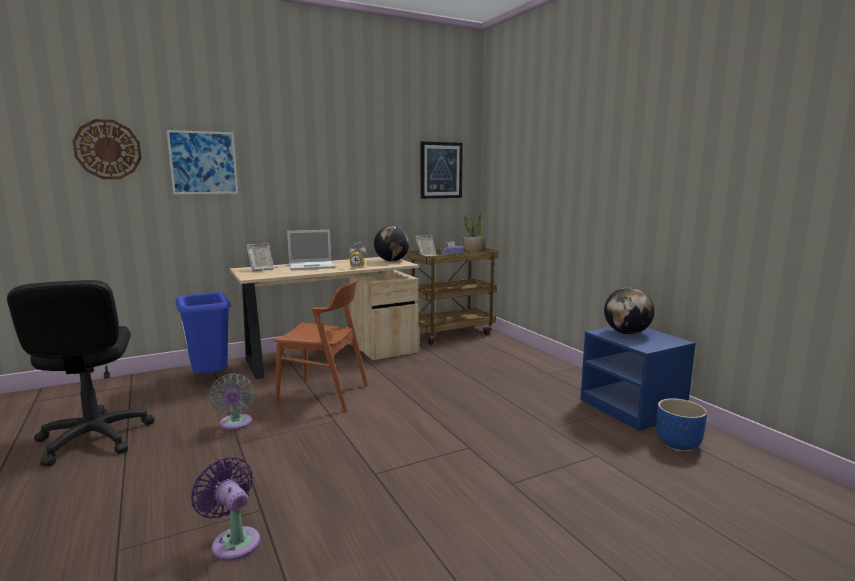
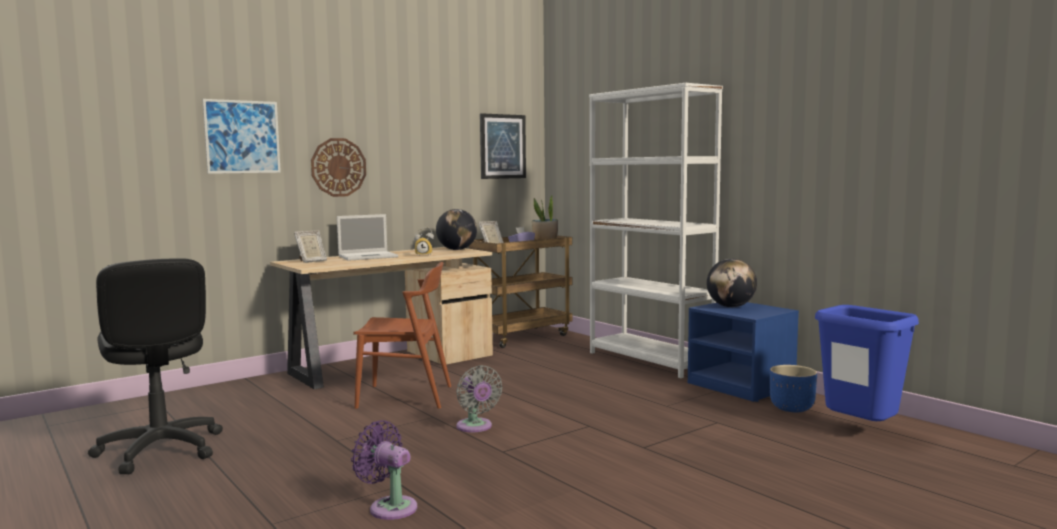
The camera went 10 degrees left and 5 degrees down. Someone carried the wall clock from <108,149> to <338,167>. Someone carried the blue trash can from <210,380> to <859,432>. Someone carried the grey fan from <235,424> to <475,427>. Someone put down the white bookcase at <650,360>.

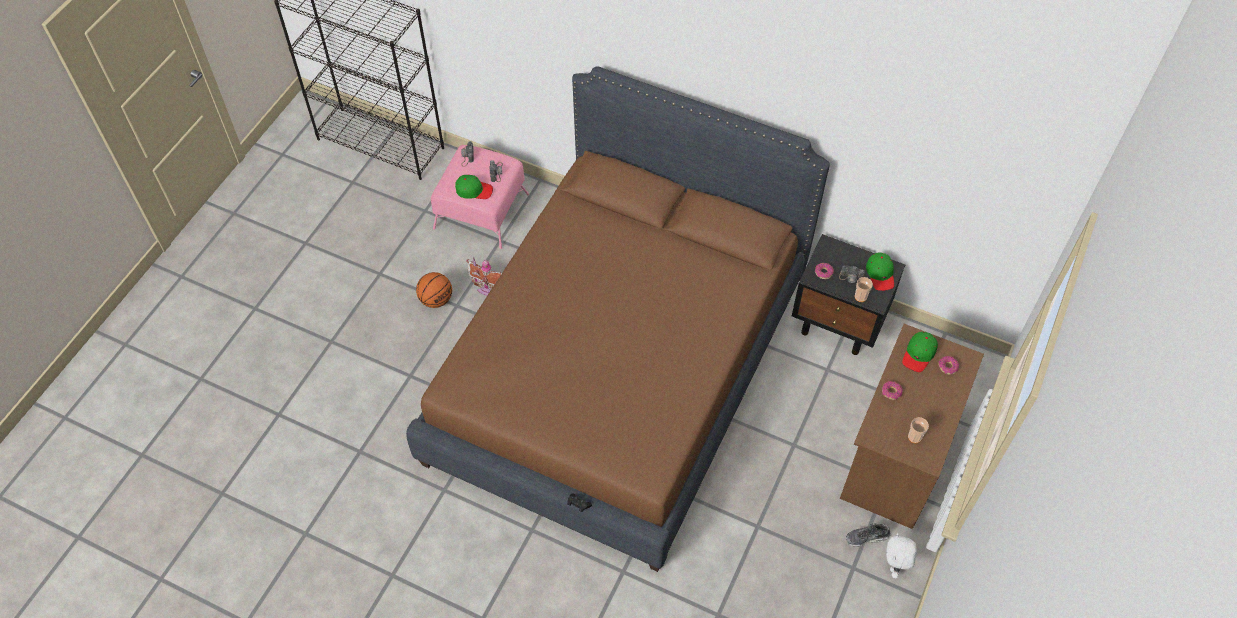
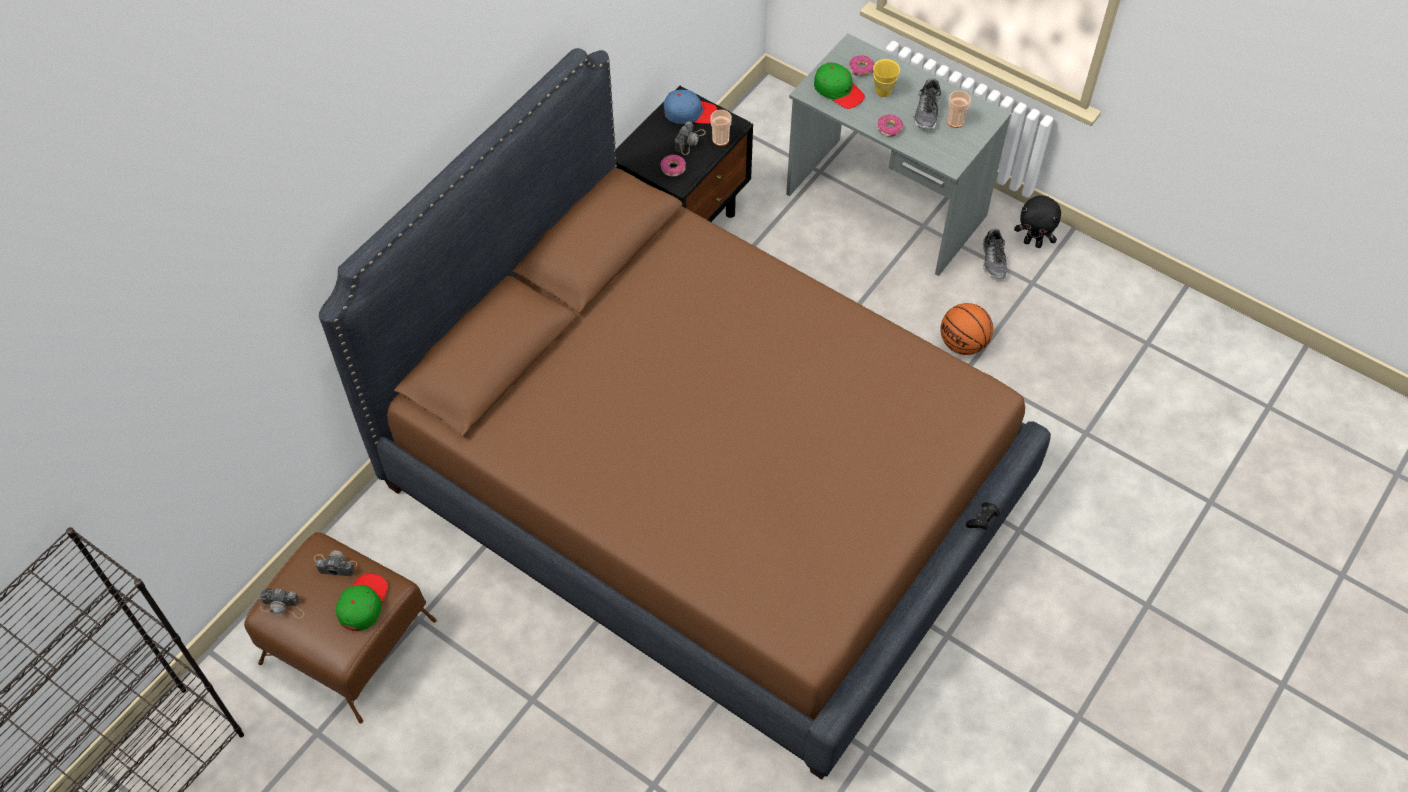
The camera went 80 degrees left and 0 degrees up. Someone carried the basketball from <436,300> to <963,344>. Someone repainted the pink ottoman at <482,210>, which became the brown ottoman at <347,640>. Someone took away the toy house at <487,287>. Someone repainted the brown desk at <896,454>, which became the grey desk at <885,207>. Someone repainted the green cap at <880,274>, which became the blue cap at <689,112>. Someone repainted the white plush toy at <894,566>, which became the black plush toy at <1033,243>. Someone put down the yellow cup at <883,92>. Someone put down the shoe at <927,112>.

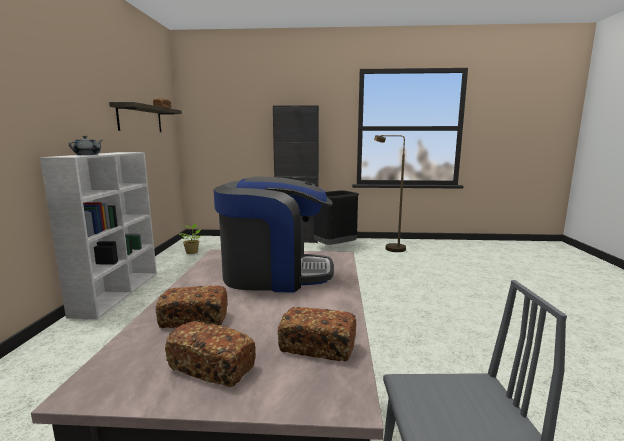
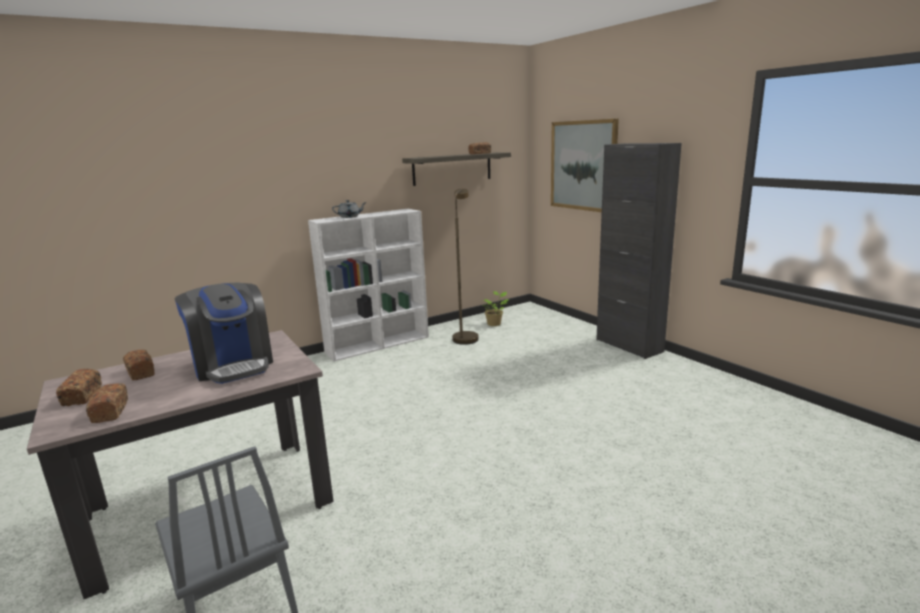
The camera went 55 degrees right and 5 degrees up. Someone took away the black trash can at <335,247>. Someone carried the brown floor lamp from <390,248> to <465,337>. Someone put up the picture at <583,165>.

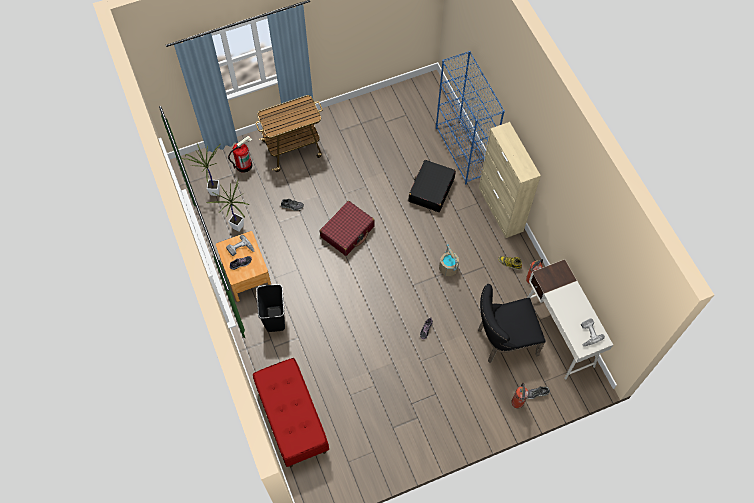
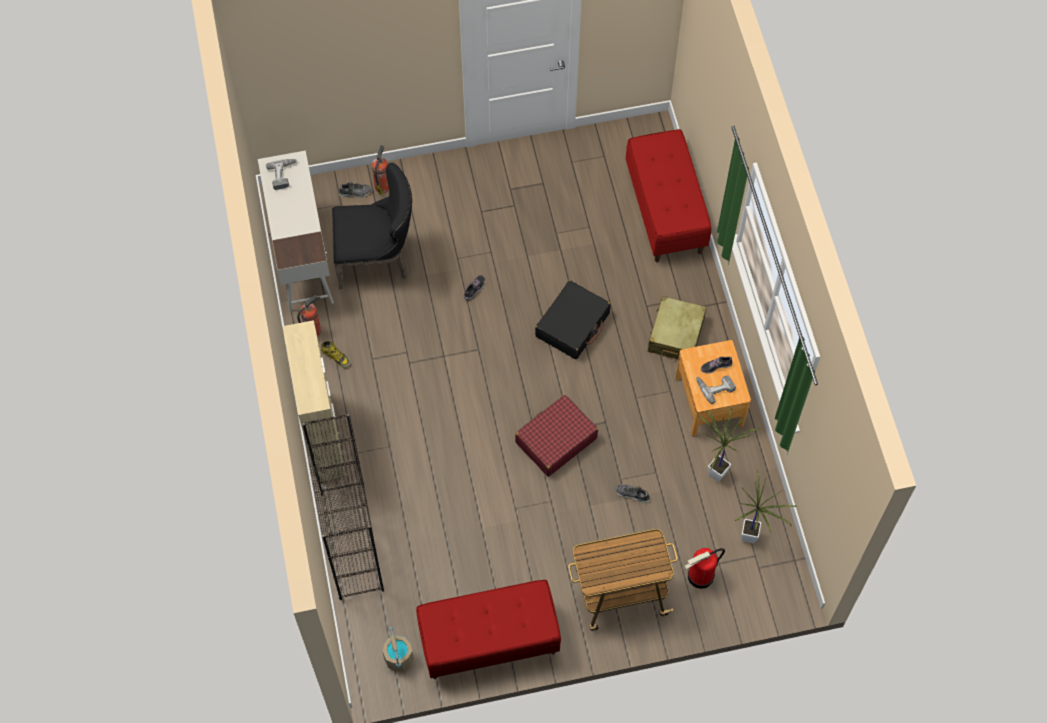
The camera went 170 degrees left and 0 degrees up. Someone swapped the black trash can at <274,319> for the beige suitcase at <676,335>. Someone carried the black suitcase from <431,190> to <573,325>. Someone repainted the blue bookcase at <463,151>, which became the black bookcase at <351,541>. Someone carried the beige bucket from <448,268> to <398,657>. Someone put down the red bench at <489,641>.

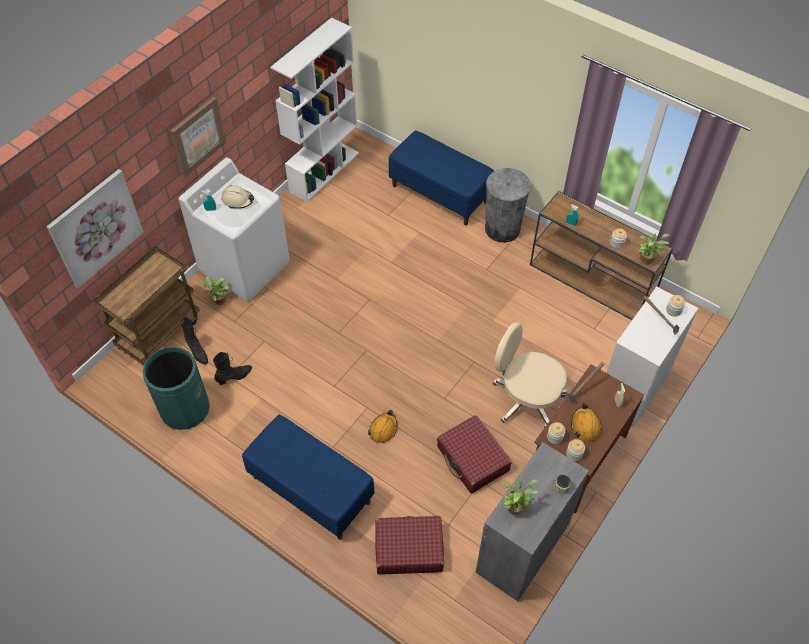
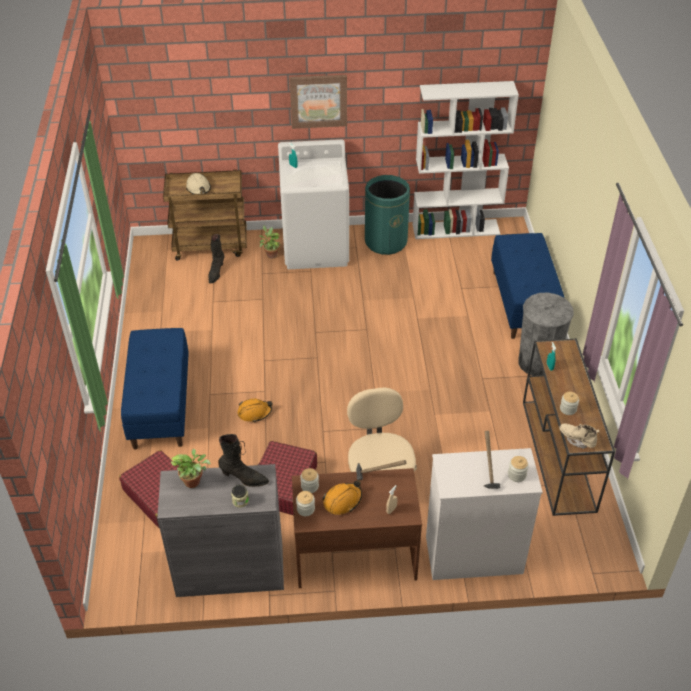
The camera went 50 degrees right and 10 degrees down. Someone took away the picture at <96,228>. Someone carried the green trash can from <185,409> to <386,241>. Someone carried the black boot from <234,377> to <244,478>. Someone carried the beige hard hat from <238,200> to <198,188>. Someone swapped the potted plant at <647,259> for the beige boot at <577,440>.

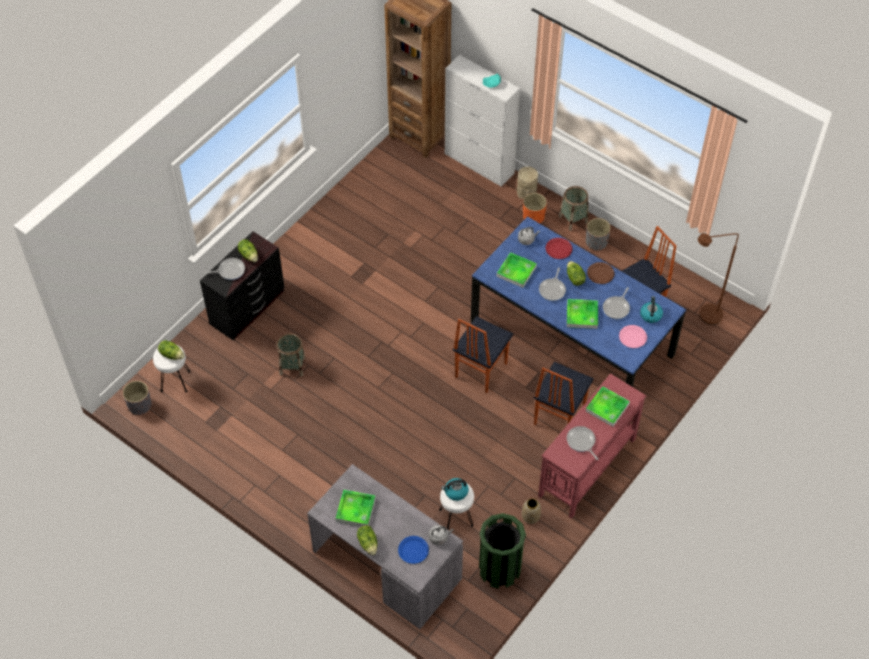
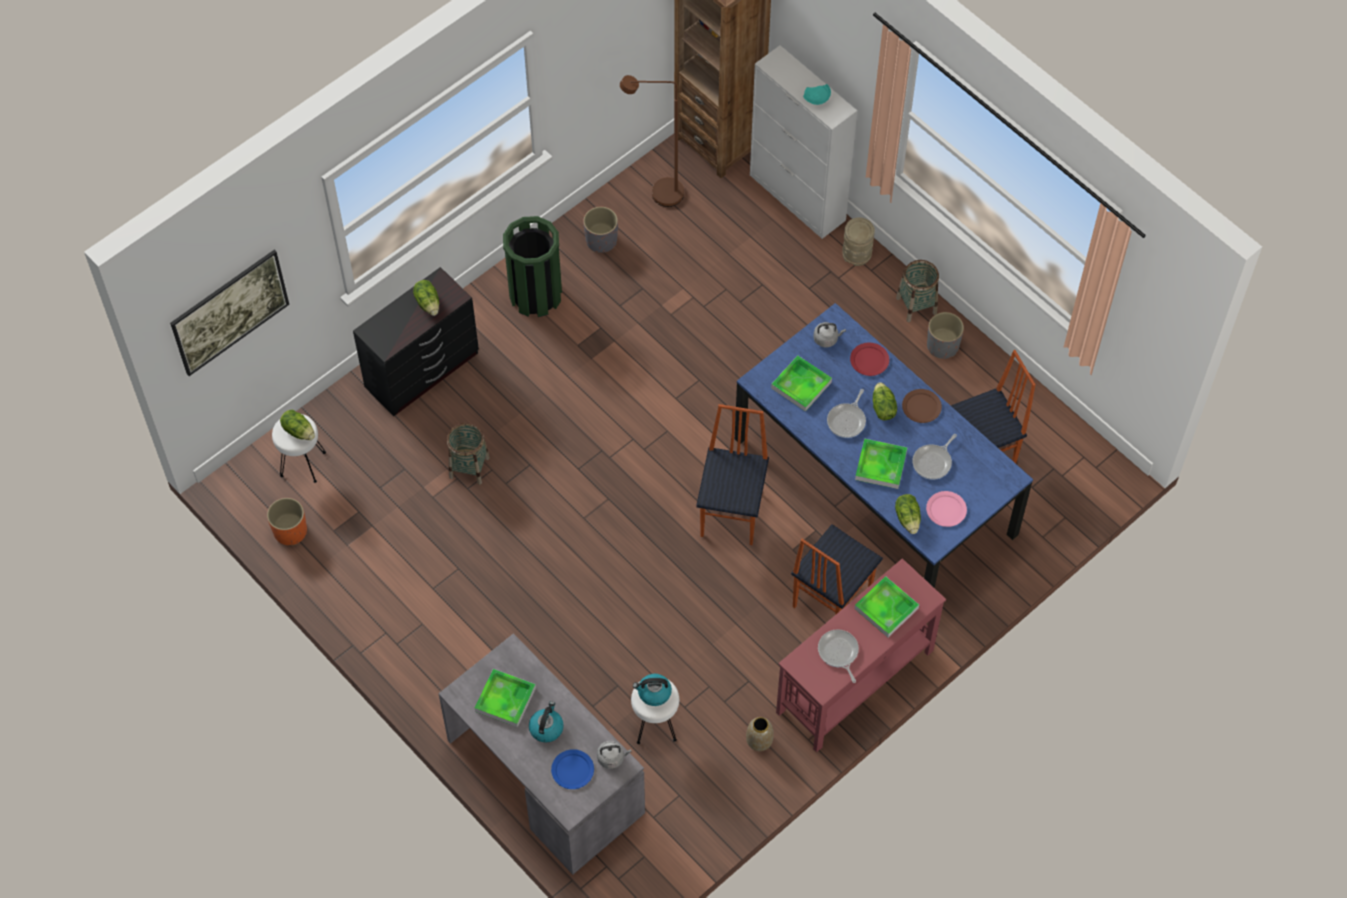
The camera went 10 degrees right and 5 degrees up. Someone carried the grey planter from <140,405> to <601,240>. Someone took away the frying pan at <230,270>. Someone carried the lettuce from <368,543> to <908,518>. Someone rotated the chair at <480,370> by 150 degrees clockwise. Someone carried the green trash can from <499,569> to <535,295>. Someone carried the orange planter from <533,217> to <290,531>. Someone carried the kettle from <650,315> to <546,728>. Someone carried the brown floor lamp from <704,316> to <658,193>. Someone put up the picture at <233,325>.

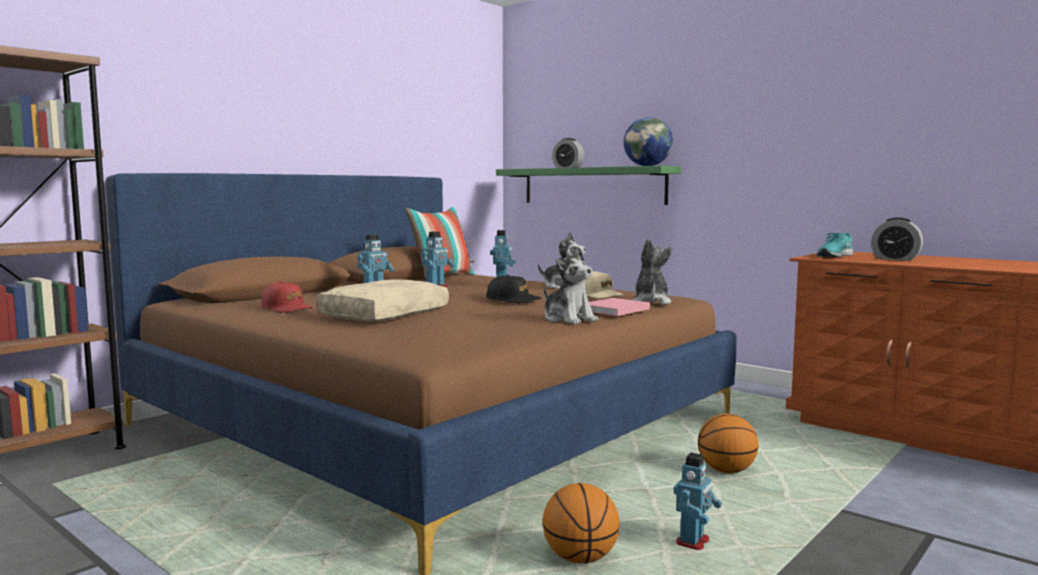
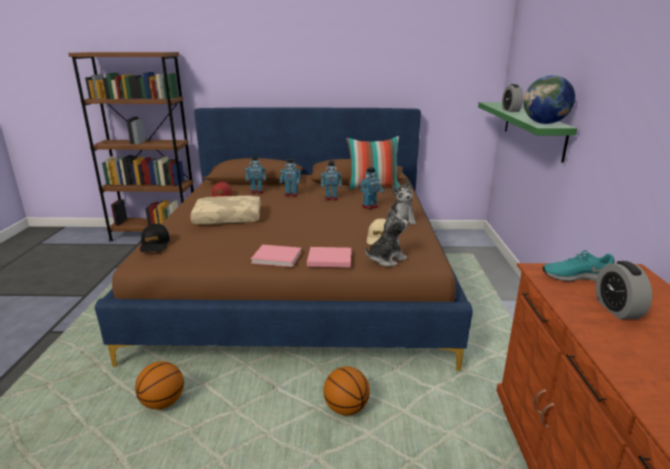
The camera went 50 degrees right and 15 degrees up. Someone carried the black cap from <513,300> to <155,244>. Someone swapped the plush toy at <568,319> for the pink book at <278,257>. Someone carried the toy robot from <693,543> to <256,192>.

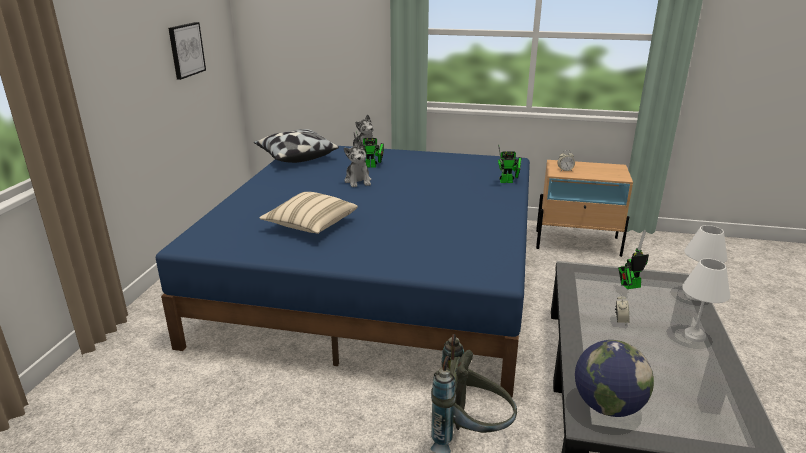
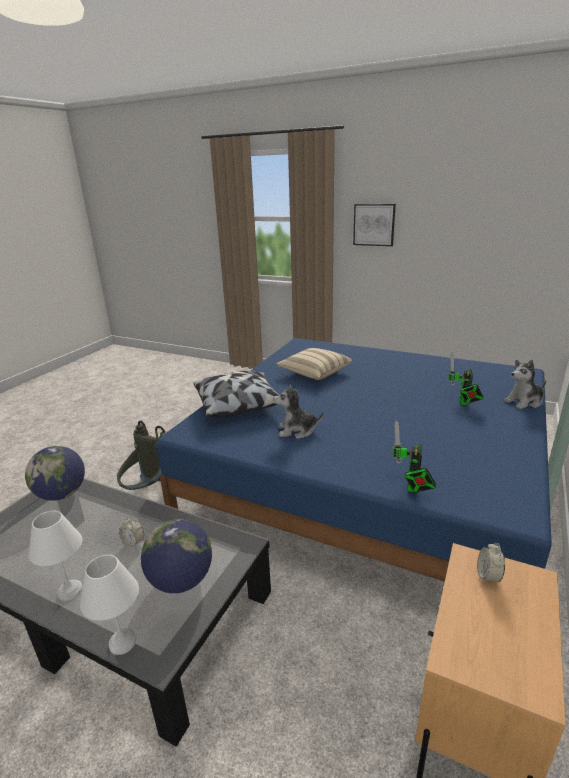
The camera went 105 degrees right and 0 degrees up. Someone carried the picture from <186,50> to <374,224>. Someone carried the pillow from <296,157> to <239,405>. Someone carried the plush toy from <358,181> to <297,430>. Someone swapped the toy robot at <629,286> for the globe at <181,580>.

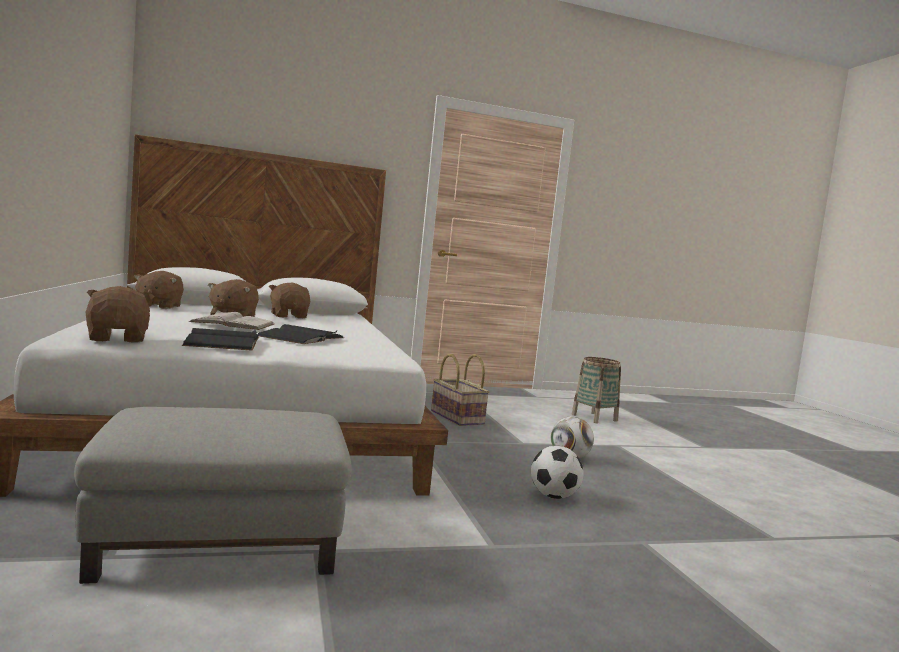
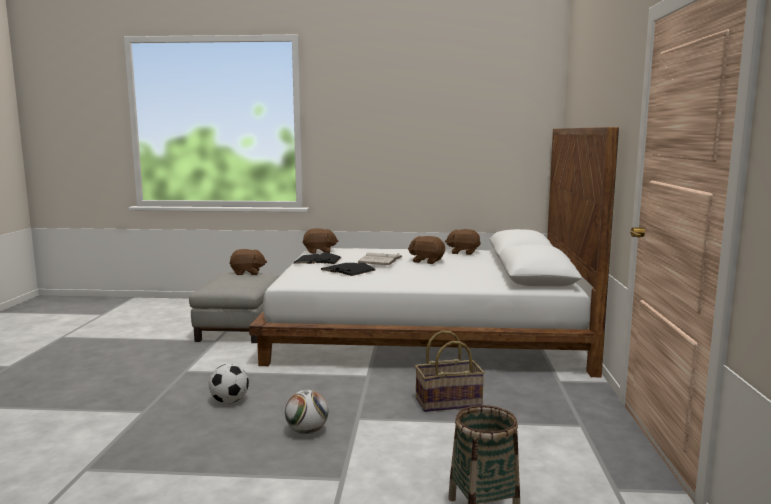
The camera went 110 degrees right and 5 degrees up. Someone carried the brown plush toy from <289,316> to <247,273>.

